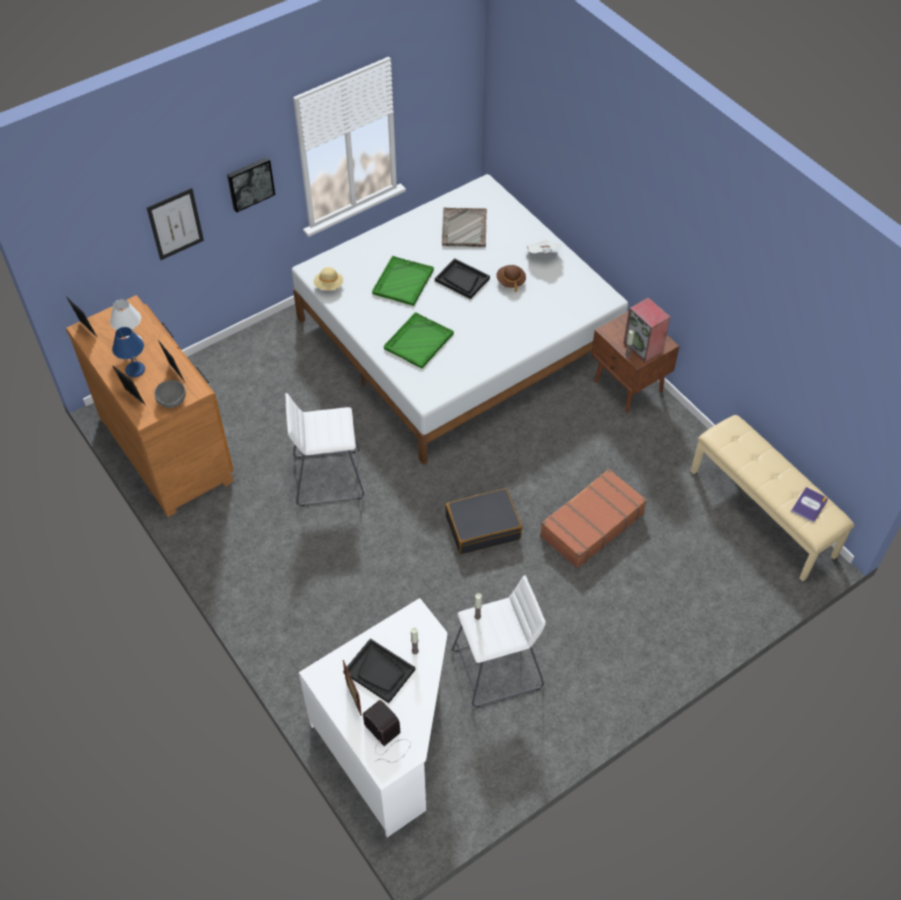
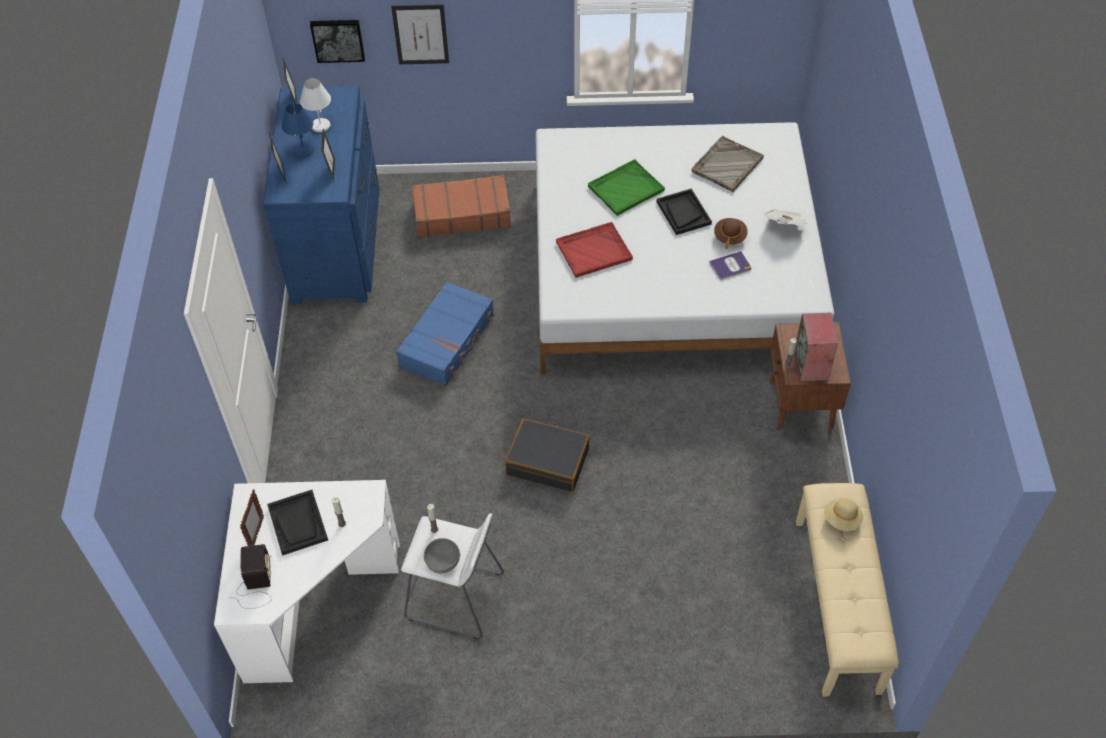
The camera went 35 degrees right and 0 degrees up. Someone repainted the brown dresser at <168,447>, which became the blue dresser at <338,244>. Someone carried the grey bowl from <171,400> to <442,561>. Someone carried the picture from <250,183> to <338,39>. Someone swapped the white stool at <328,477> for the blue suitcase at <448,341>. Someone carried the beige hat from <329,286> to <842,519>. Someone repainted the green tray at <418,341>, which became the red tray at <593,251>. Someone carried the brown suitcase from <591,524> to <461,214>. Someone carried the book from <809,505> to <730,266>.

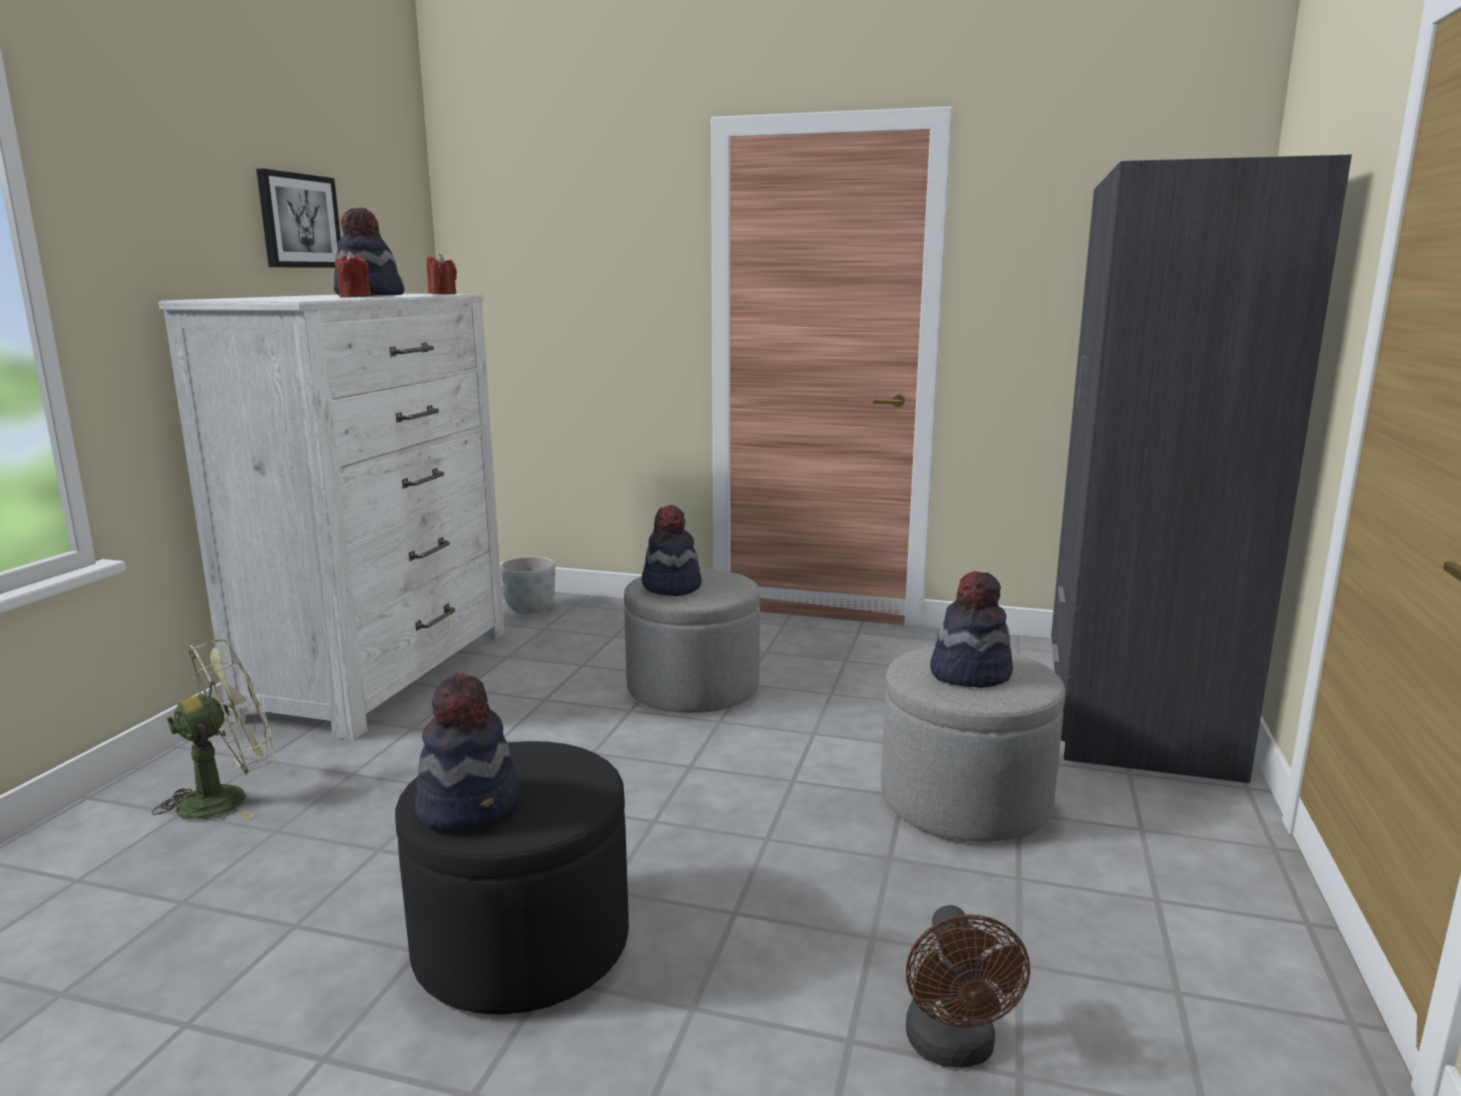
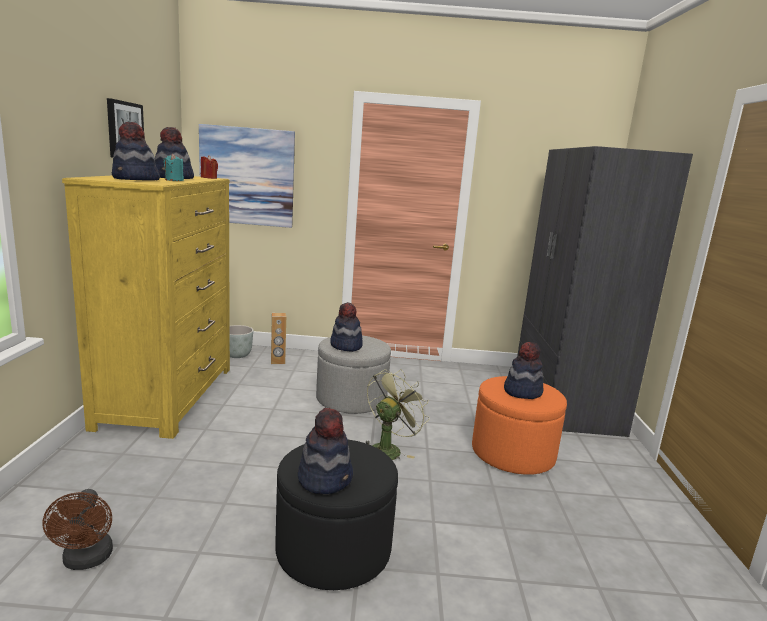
The camera went 15 degrees left and 0 degrees up. Someone carried the green fan from <227,798> to <388,449>. Someone repainted the white dresser at <382,672>, which became the yellow dresser at <168,396>. Someone repainted the red candle at <355,297>, which became the turquoise candle at <174,180>. Someone repainted the grey ottoman at <965,800>, which became the orange ottoman at <512,453>. Someone carried the brown fan from <954,1049> to <86,560>. Someone put down the hat at <136,179>. Someone put up the picture at <247,176>. Someone put down the brown speaker at <278,361>.

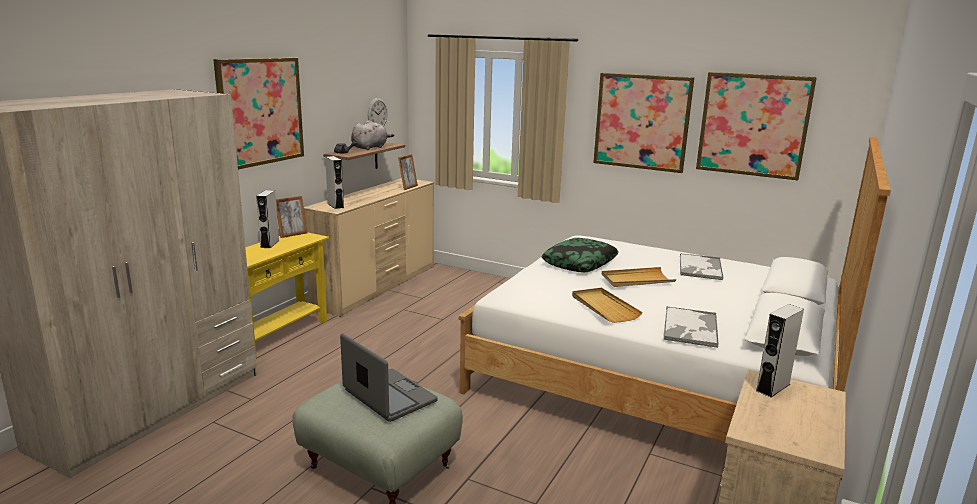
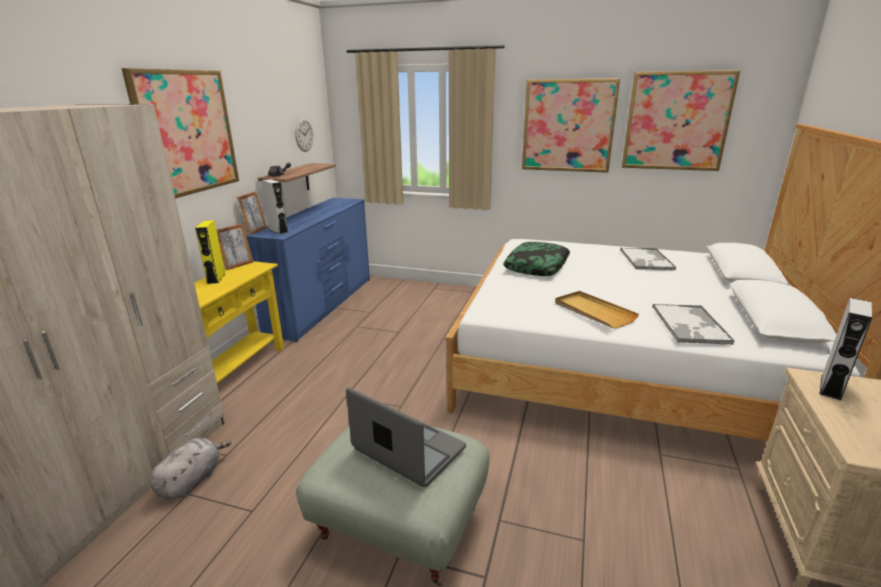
The camera went 10 degrees left and 5 degrees up. Someone repainted the grey speaker at <270,244>, which became the yellow speaker at <216,278>. Someone repainted the beige dresser at <377,286>, which became the blue dresser at <323,305>. Someone carried the grey plush toy from <370,148> to <192,480>. Someone carried the picture frame from <408,187> to <255,231>. Someone took away the beige tray at <637,280>.

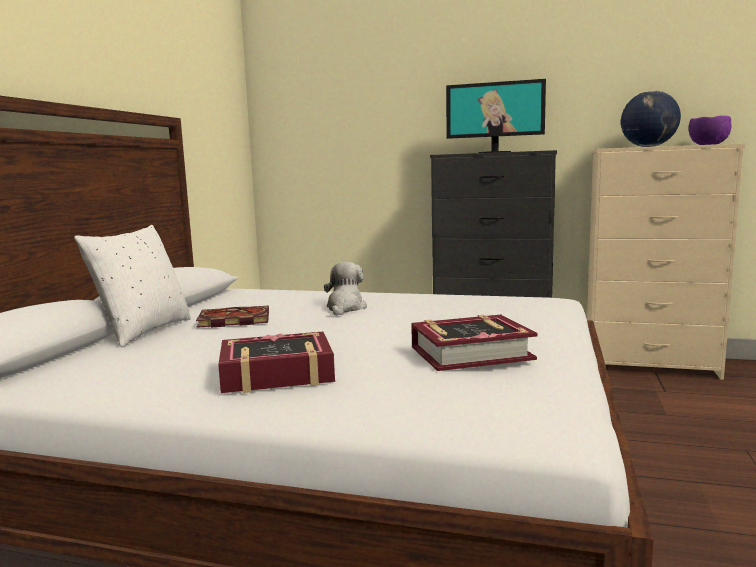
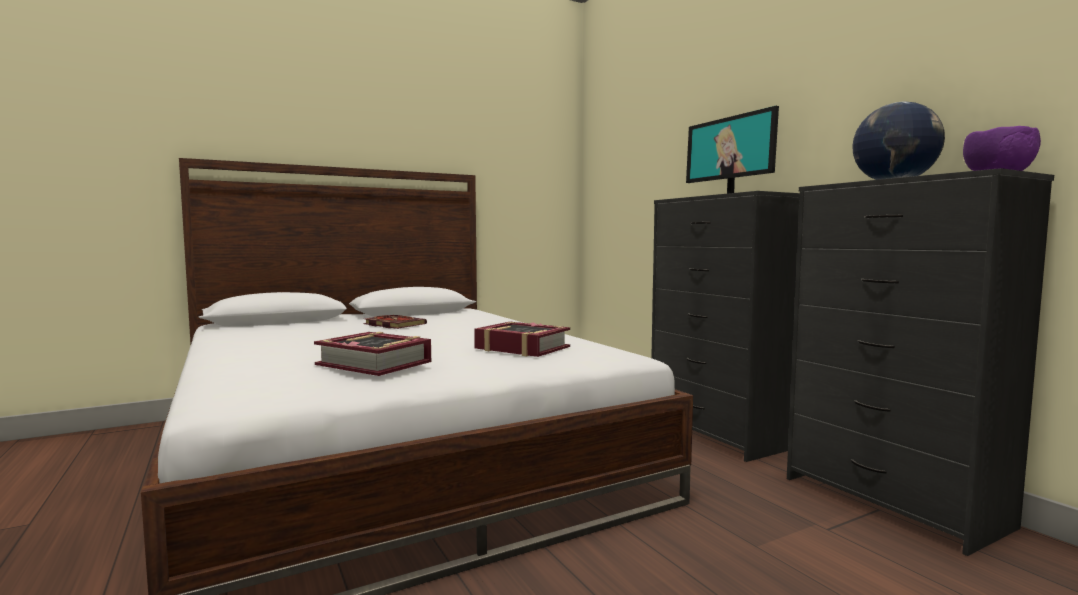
The camera went 45 degrees right and 5 degrees down. Someone took away the white pillow at <143,331>. Someone carried the book from <277,374> to <522,348>. Someone took away the plush toy at <345,308>. Someone repainted the beige dresser at <650,365>, which became the black dresser at <894,502>.

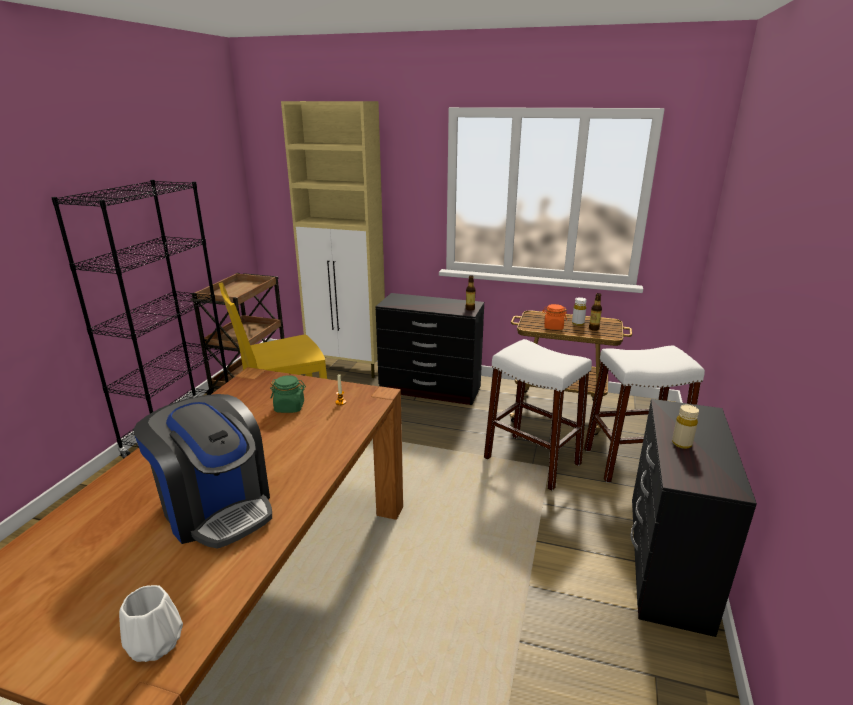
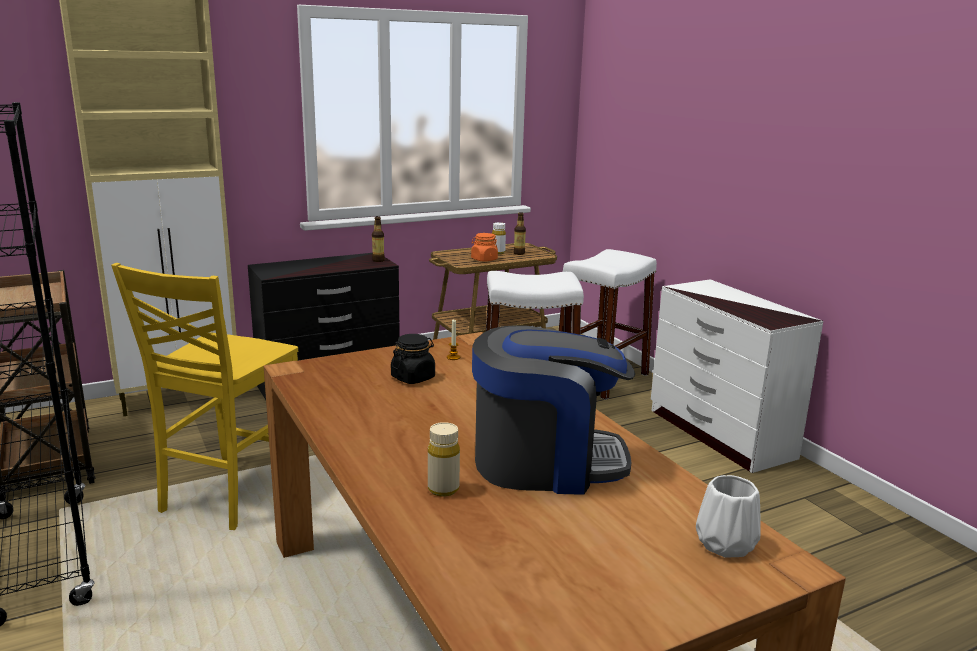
The camera went 45 degrees left and 5 degrees down. Someone repainted the green jar at <289,407>, which became the black jar at <413,377>. Someone repainted the black dresser at <666,566>, which became the white dresser at <719,434>. Someone carried the beige bottle from <681,444> to <443,489>.

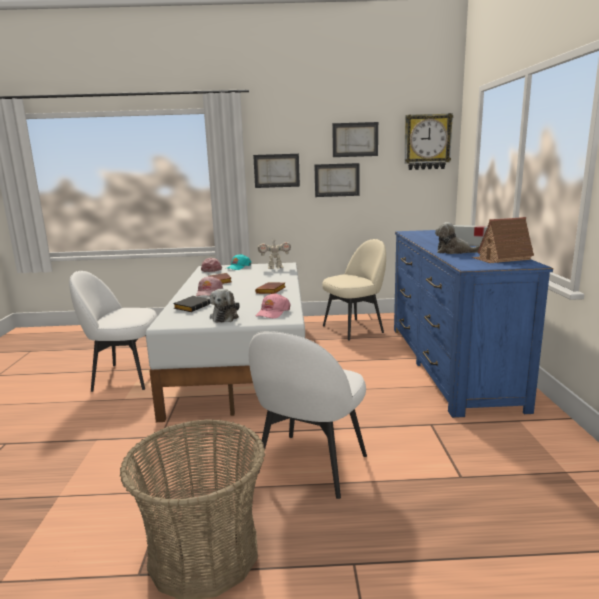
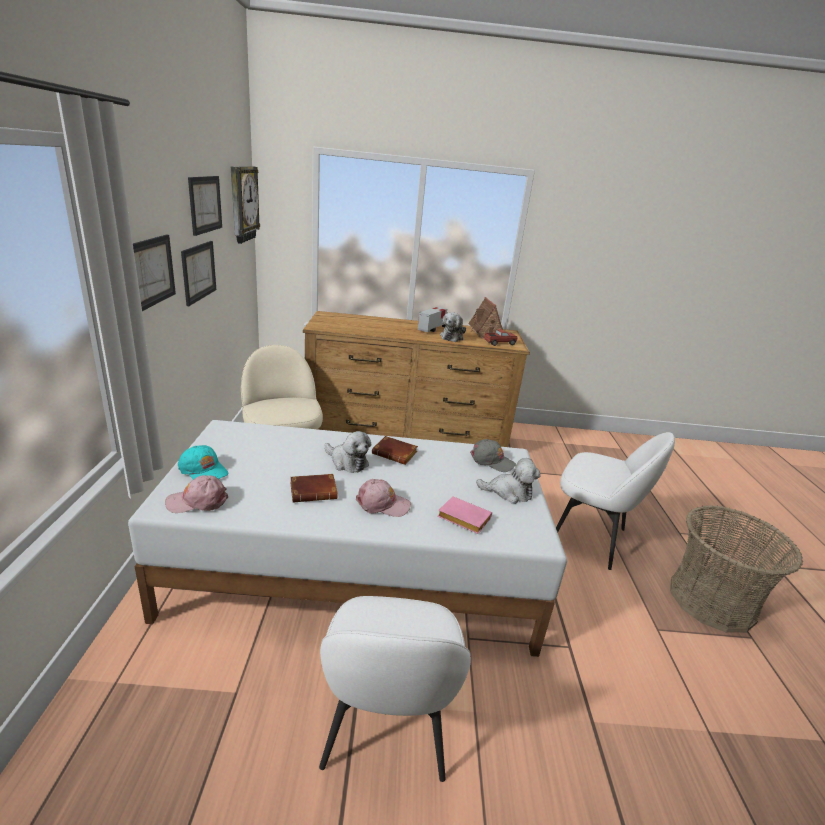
The camera went 90 degrees left and 10 degrees up. Someone repainted the black book at <192,307>, which became the pink book at <462,519>. Someone repainted the pink cap at <272,312>, which became the grey cap at <491,461>. Someone took away the toy robot at <275,268>. Someone repainted the blue dresser at <449,363>, which became the brown dresser at <406,435>. Someone put down the plush toy at <347,462>. Someone put down the toy truck at <499,343>.

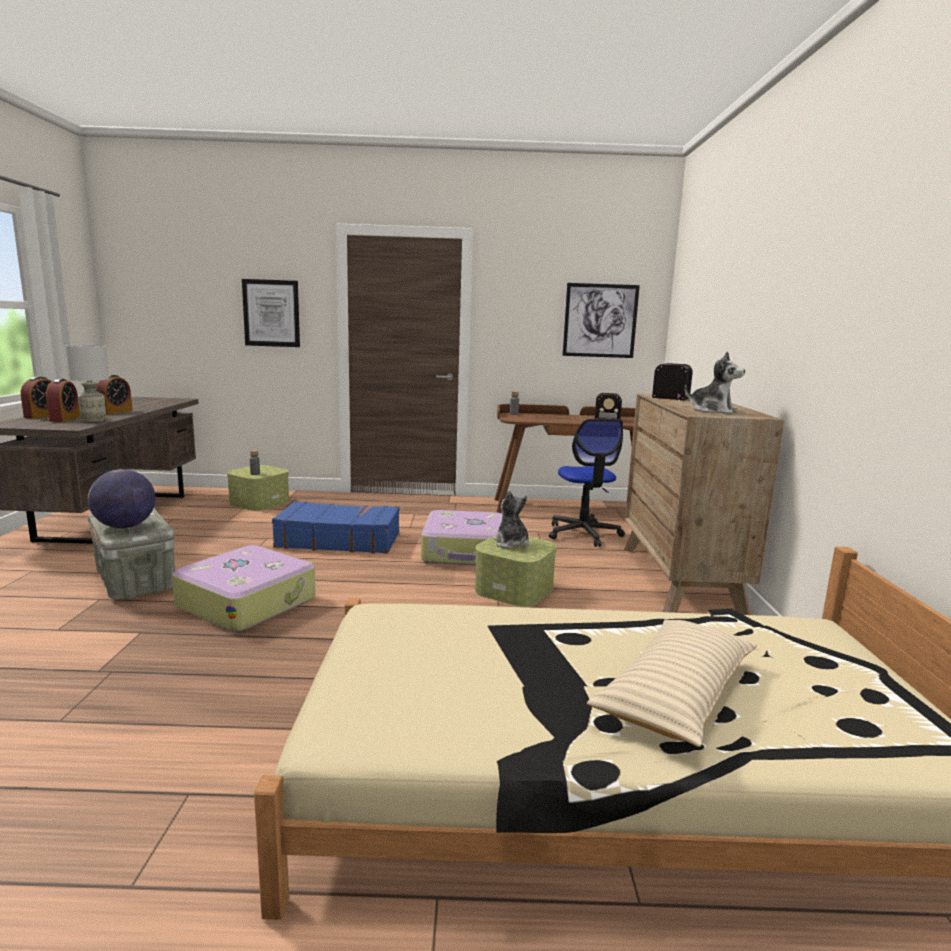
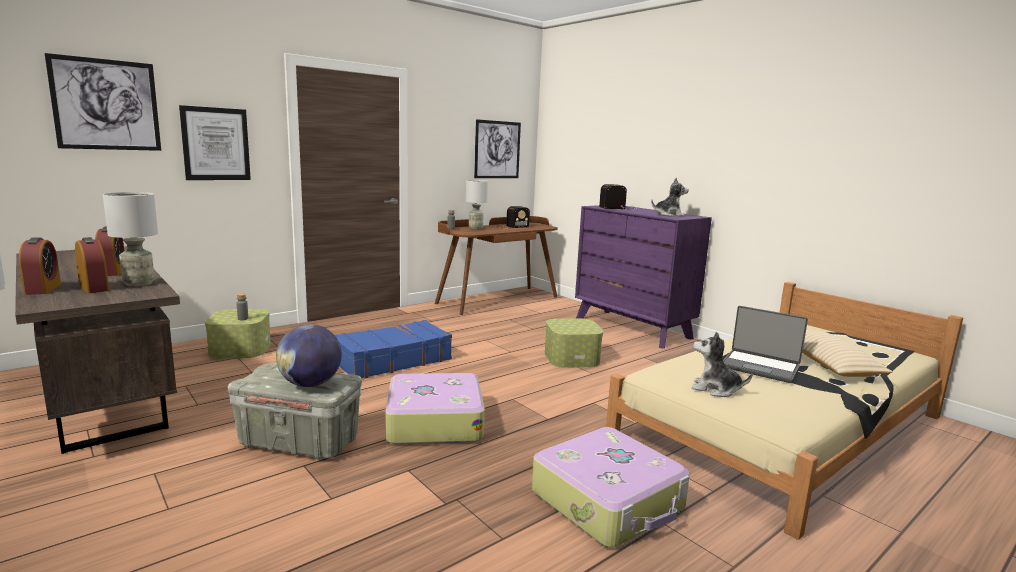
The camera went 40 degrees left and 0 degrees up. Someone carried the suitcase from <465,552> to <609,501>. Someone carried the plush toy from <511,544> to <715,389>. Someone took away the office chair at <583,534>. Someone repainted the brown dresser at <679,579>, which became the purple dresser at <632,328>. Someone put up the picture at <106,105>. Someone put down the grey table lamp at <475,228>. Someone put down the laptop at <760,367>.

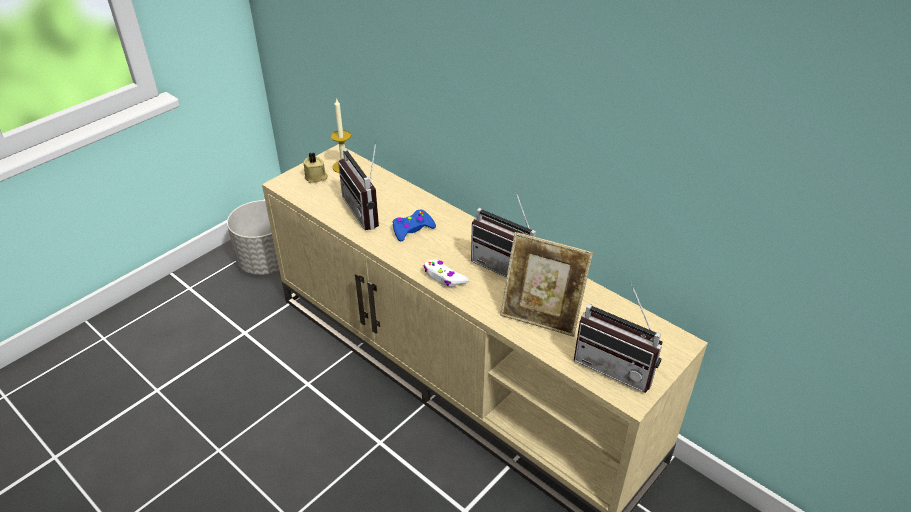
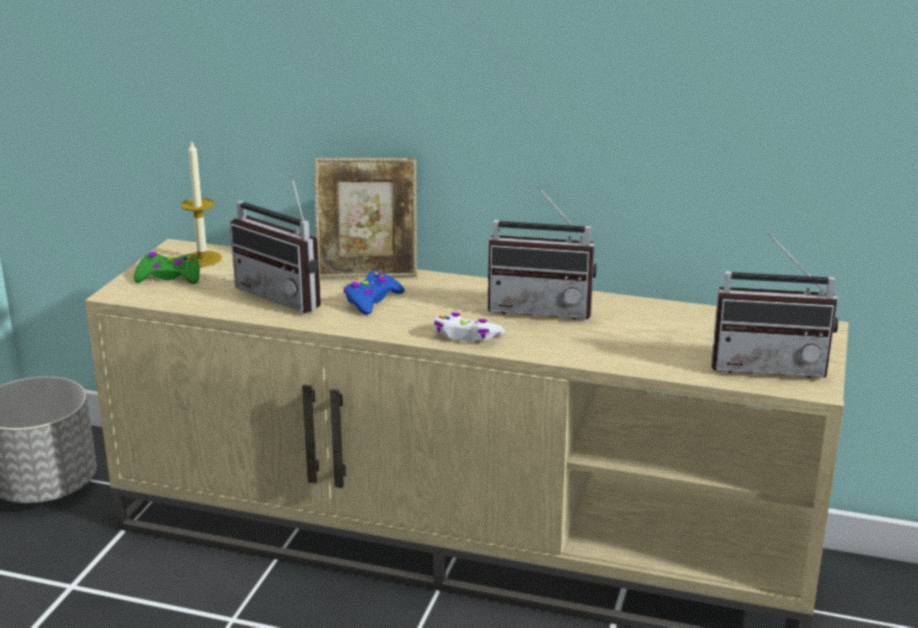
The camera went 25 degrees left and 15 degrees down. Someone swapped the beige candle at <316,177> for the green game controller at <169,277>. Someone carried the picture frame from <541,316> to <367,270>.

